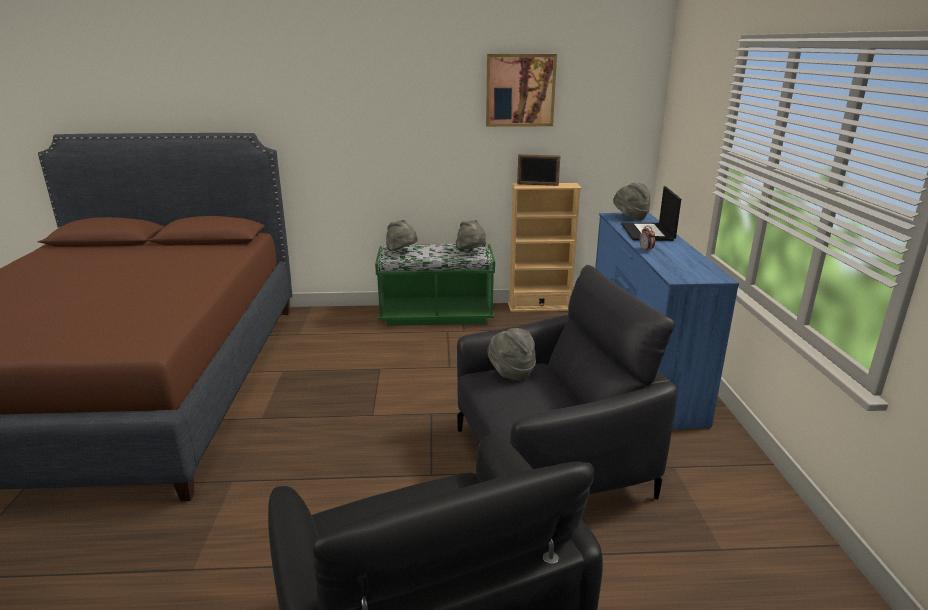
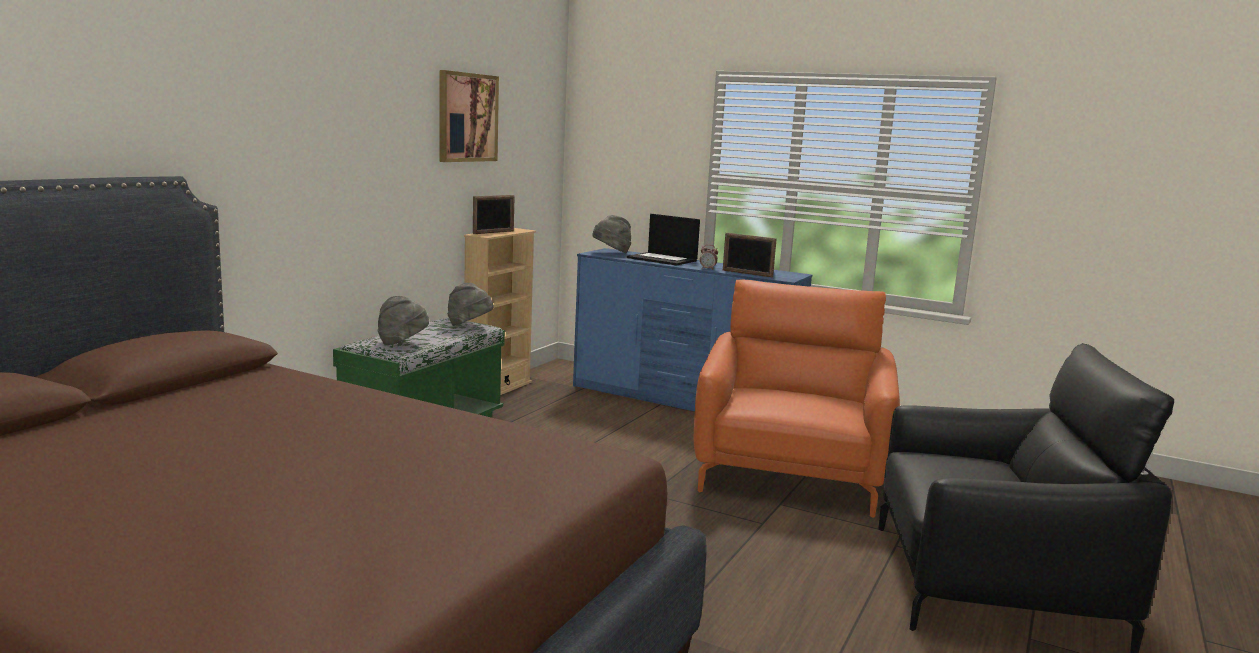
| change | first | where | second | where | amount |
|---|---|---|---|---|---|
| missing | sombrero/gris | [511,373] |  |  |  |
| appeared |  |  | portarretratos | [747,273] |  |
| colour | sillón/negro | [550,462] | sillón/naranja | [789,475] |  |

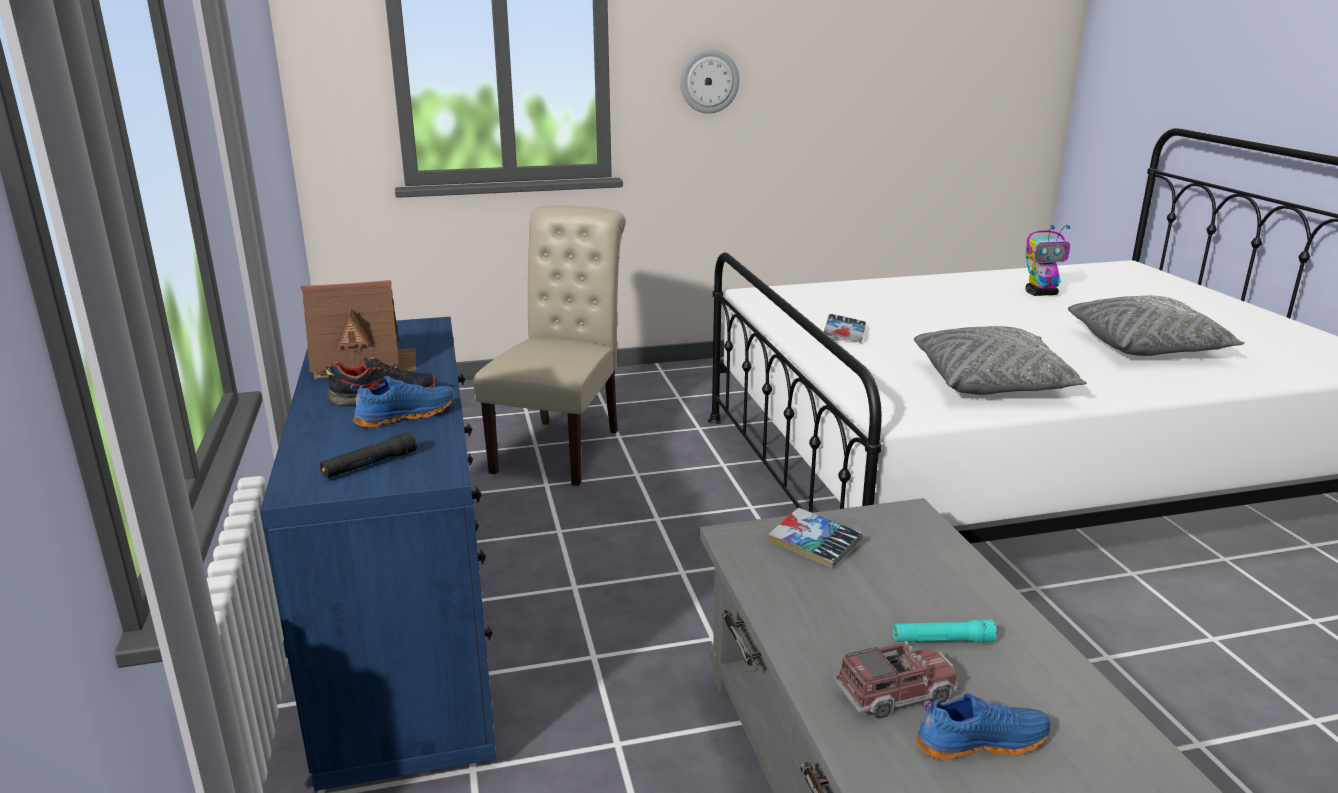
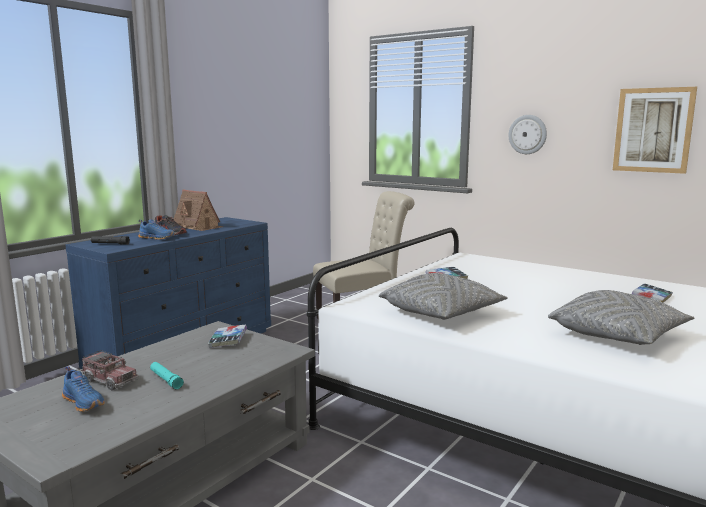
| change | first | where | second | where | amount |
|---|---|---|---|---|---|
| appeared |  |  | cuadro | [653,130] |  |
| exchanged | robot de juguete | [1041,293] | libro | [651,297] |  |

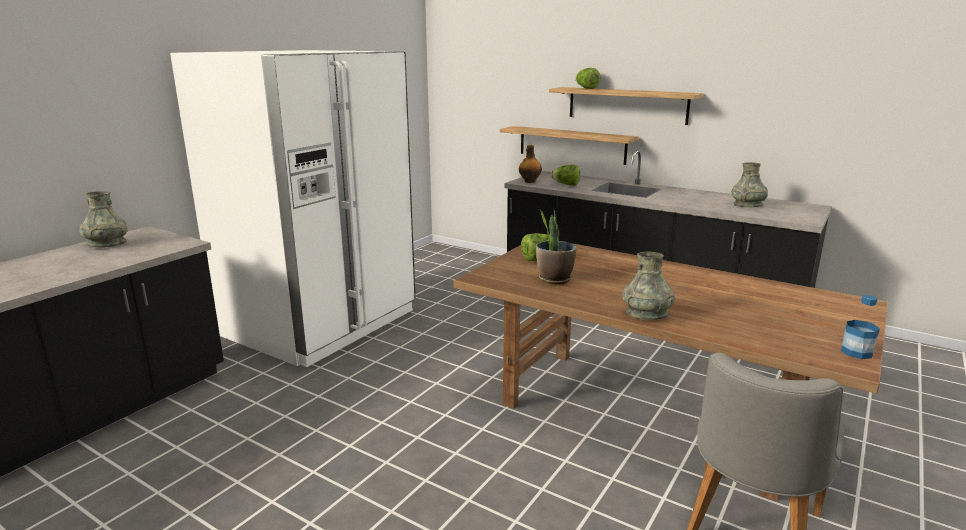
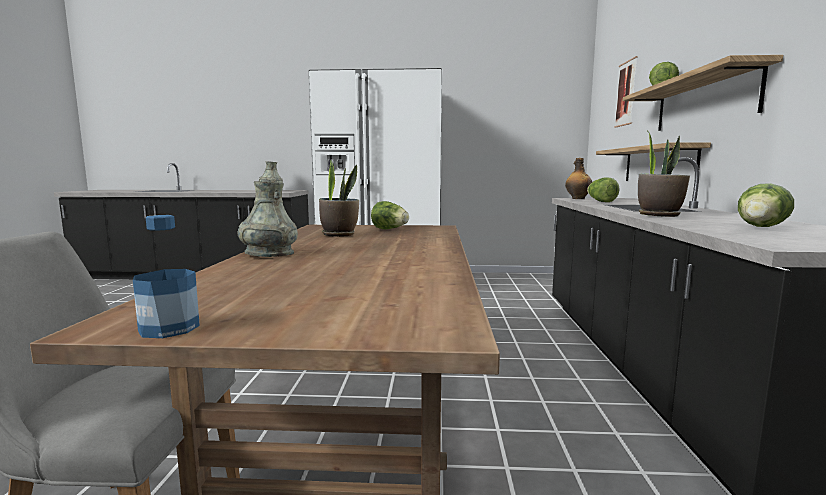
| change | first | where | second | where | amount |
|---|---|---|---|---|---|
| appeared |  |  | cuadro | [625,93] |  |
| appeared |  |  | planta en maceta | [659,215] |  |
| exchanged | florero/gris | [748,205] | lechuga | [760,227] |  |

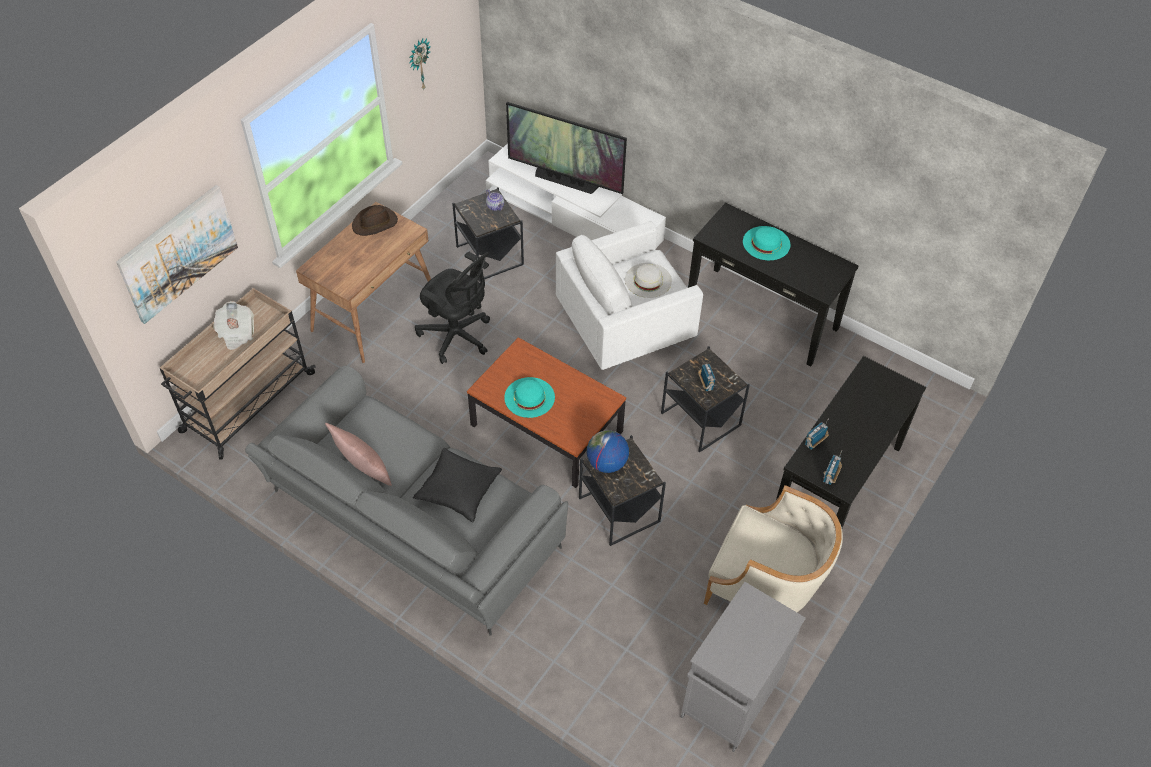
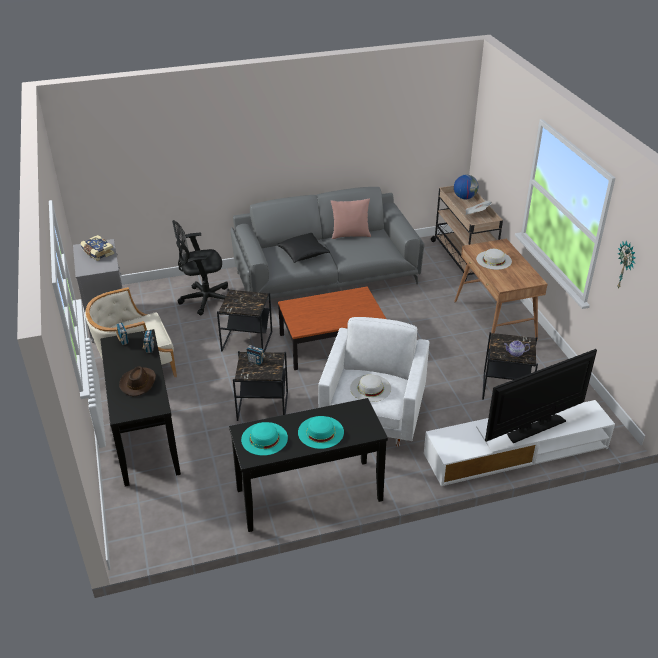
| change | first | where | second | where | amount |
|---|---|---|---|---|---|
| missing | cuadro | [178,253] |  |  |  |
| appeared |  |  | libro | [97,253] |  |
| appeared |  |  | sombrero/blanco | [494,260] |  |
| relocated | sombrero/marrón | [375,223] |  | [138,382] |  |
| relocated | silla de oficina/negro | [457,336] |  | [204,300] |  |
| relocated | sombrero/turquesa | [529,397] |  | [264,438] |  |
| relocated | globo terráqueo | [606,463] |  | [464,197] |  |

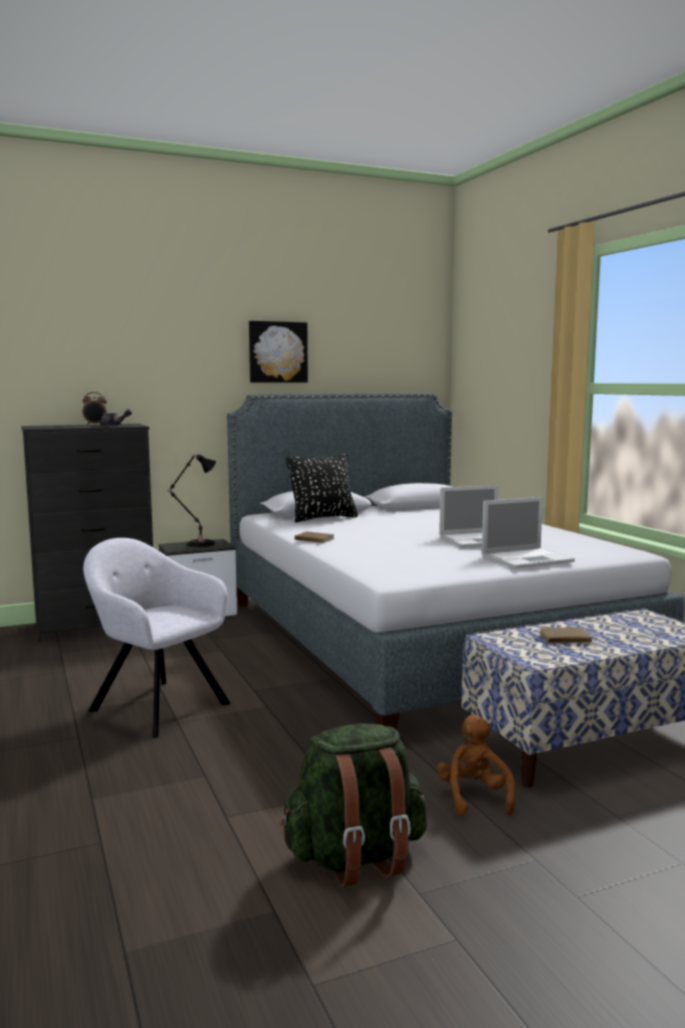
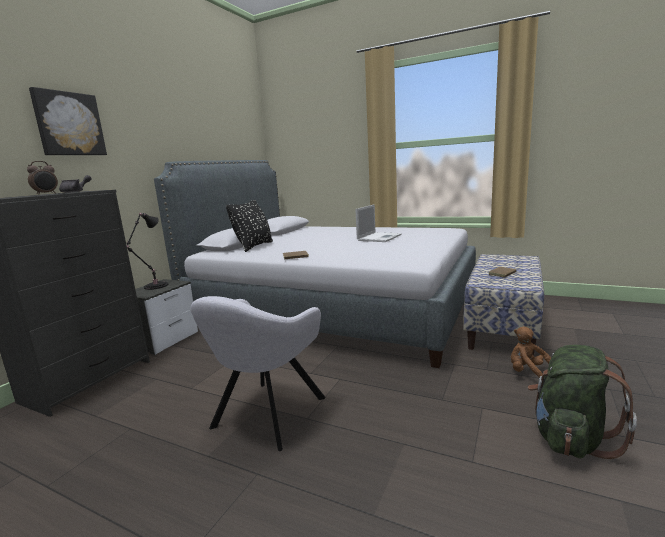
| change | first | where | second | where | amount |
|---|---|---|---|---|---|
| missing | portátil | [528,559] |  |  |  |
| relocated | cuadro | [277,352] |  | [69,124] |  |
| spun | sillón/gris | [156,705] |  | [266,415] | 60 degrees counterclockwise |

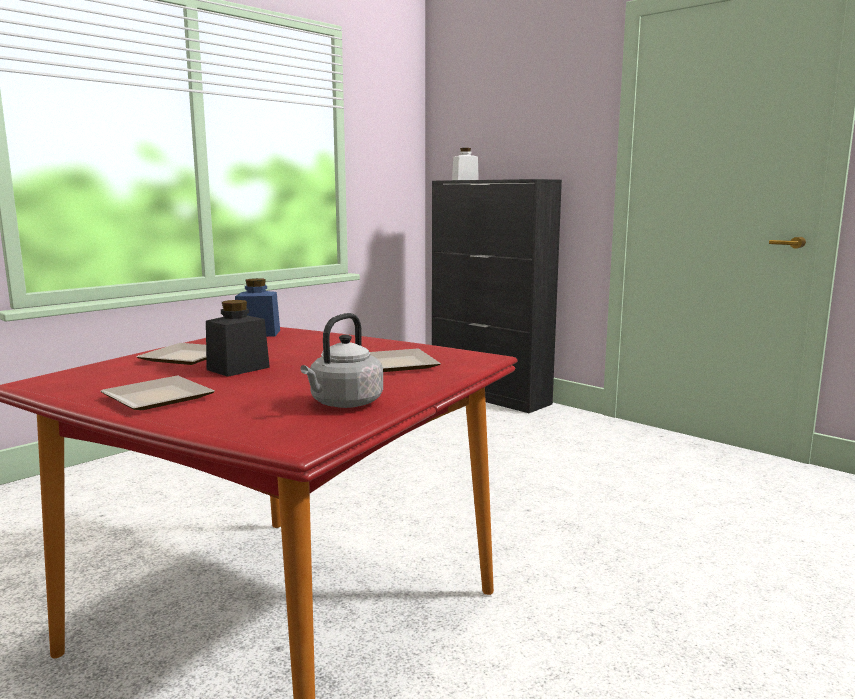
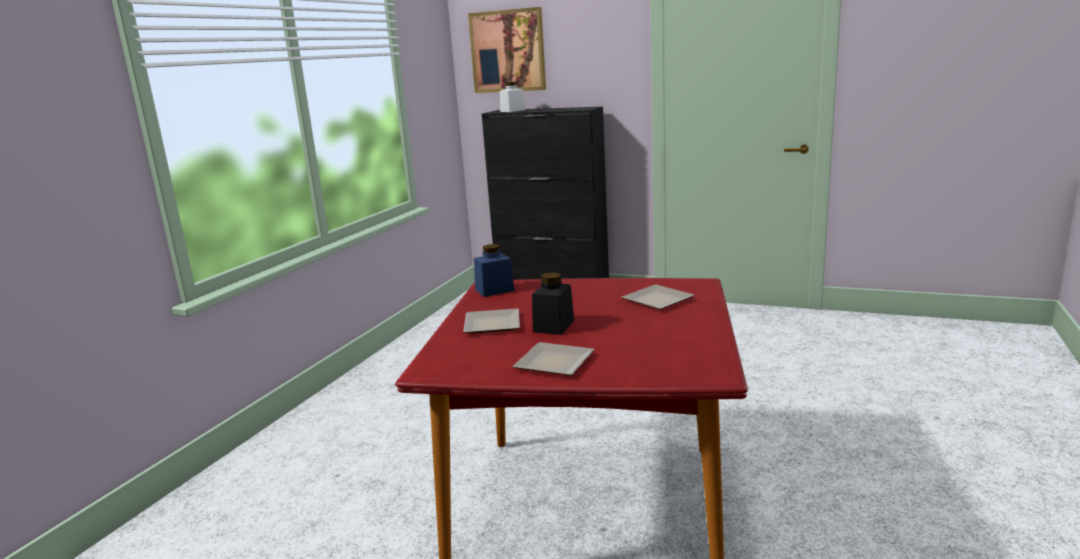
| change | first | where | second | where | amount |
|---|---|---|---|---|---|
| missing | hervidor/gris | [344,404] |  |  |  |
| appeared |  |  | cuadro | [508,51] |  |

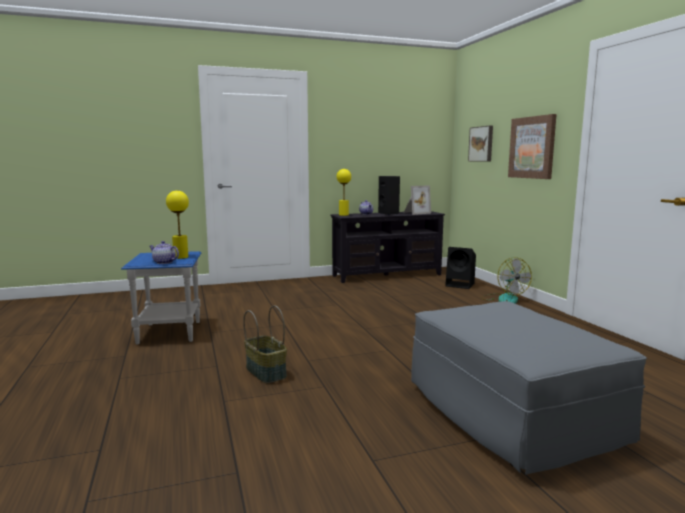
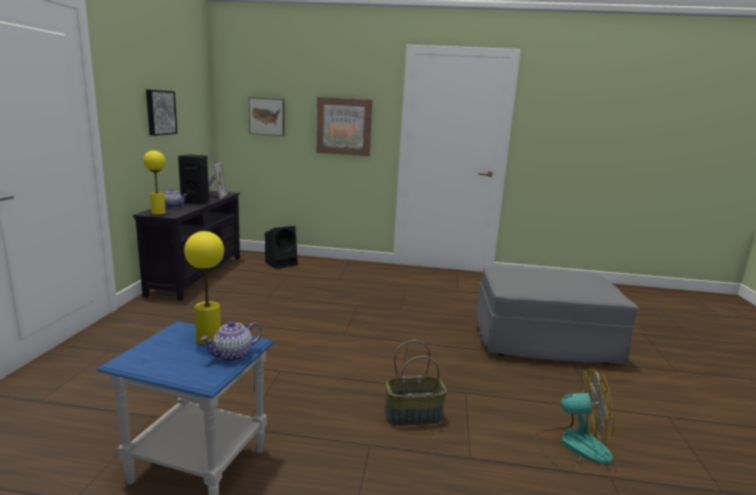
| change | first | where | second | where | amount |
|---|---|---|---|---|---|
| appeared |  |  | cuadro | [160,112] |  |
| relocated | ventilador | [504,299] |  | [573,446] |  |

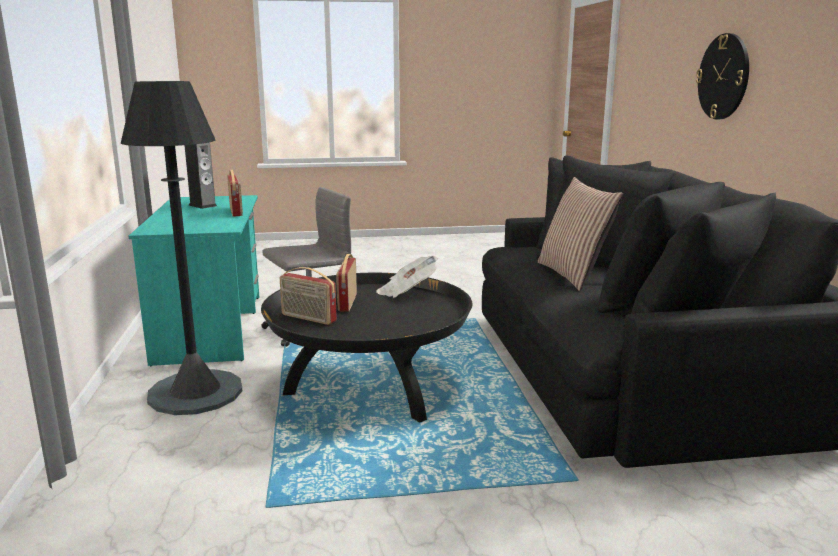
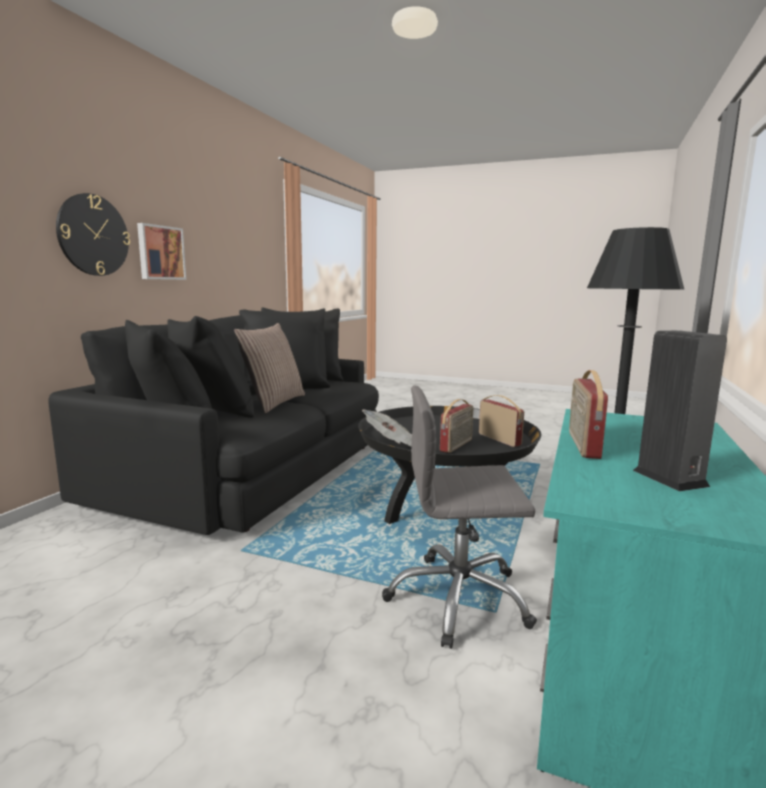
| change | first | where | second | where | amount |
|---|---|---|---|---|---|
| appeared |  |  | cuadro | [160,253] |  |

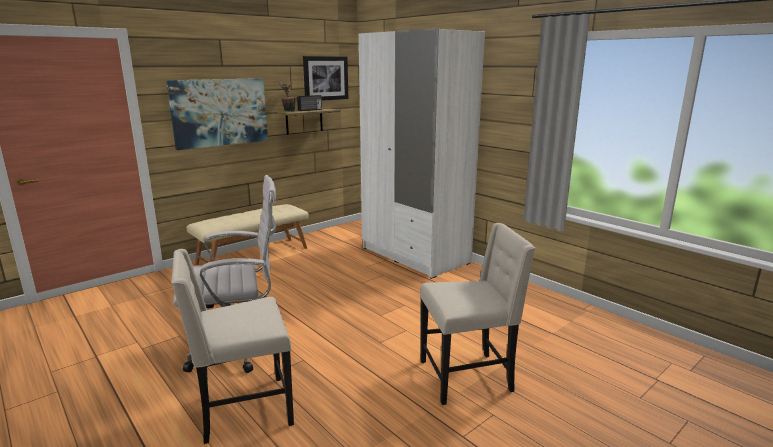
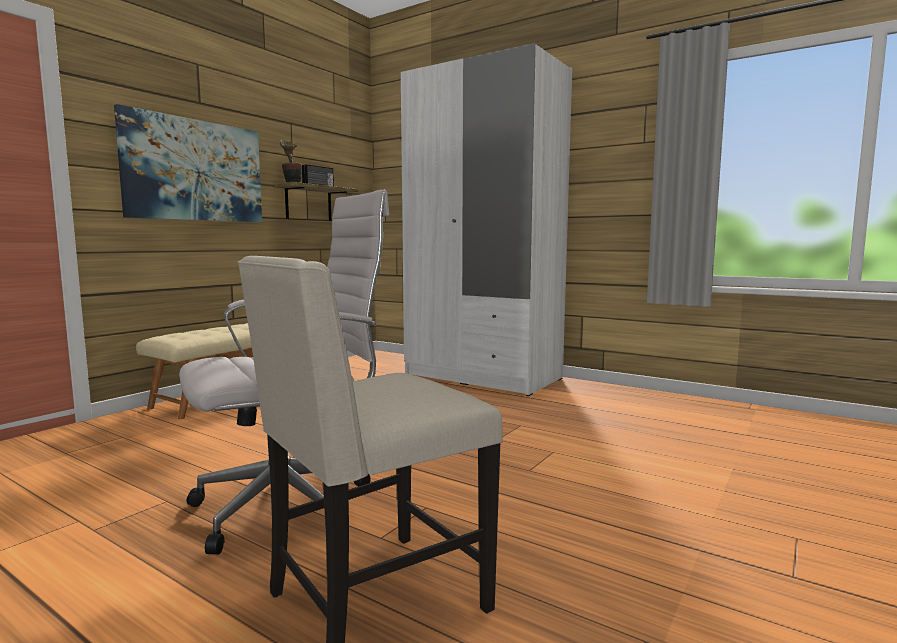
| change | first | where | second | where | amount |
|---|---|---|---|---|---|
| missing | cuadro | [325,78] |  |  |  |
| missing | silla/beis | [467,377] |  |  |  |

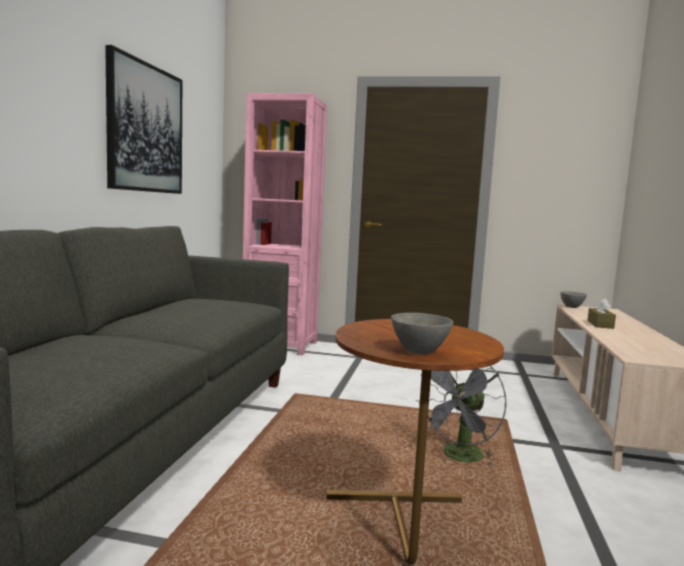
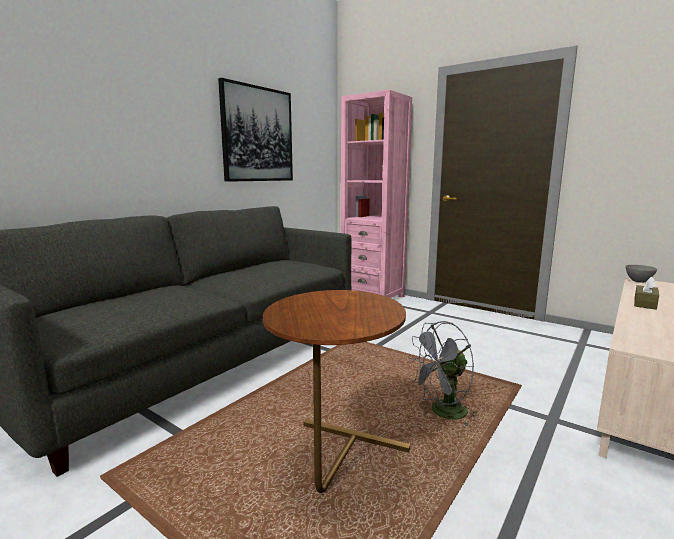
| change | first | where | second | where | amount |
|---|---|---|---|---|---|
| missing | cuenco/gris | [419,352] |  |  |  |

